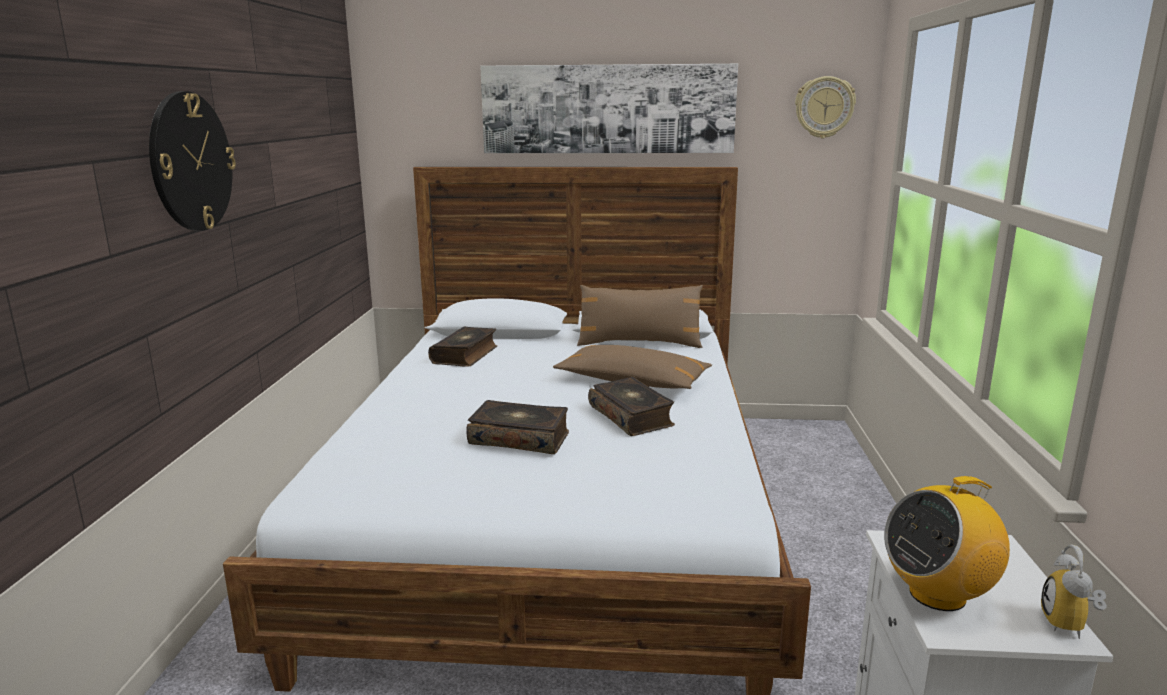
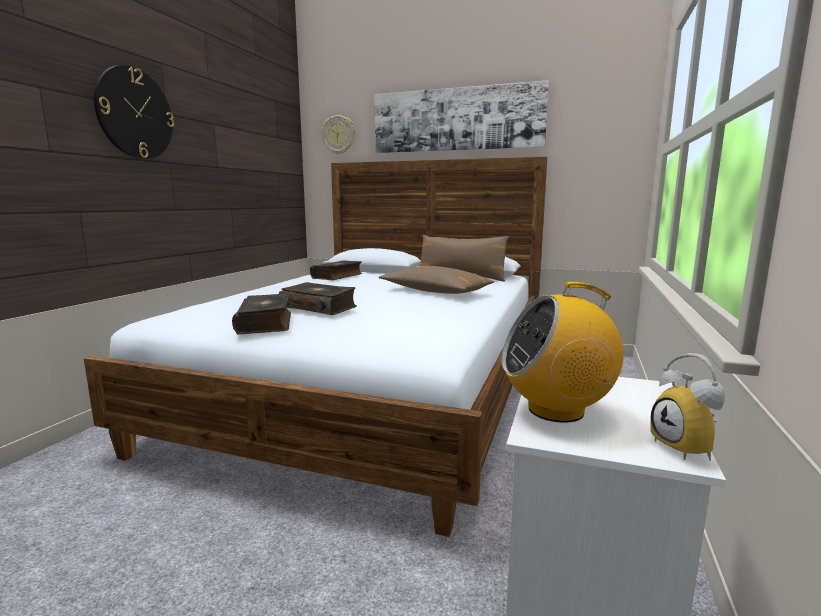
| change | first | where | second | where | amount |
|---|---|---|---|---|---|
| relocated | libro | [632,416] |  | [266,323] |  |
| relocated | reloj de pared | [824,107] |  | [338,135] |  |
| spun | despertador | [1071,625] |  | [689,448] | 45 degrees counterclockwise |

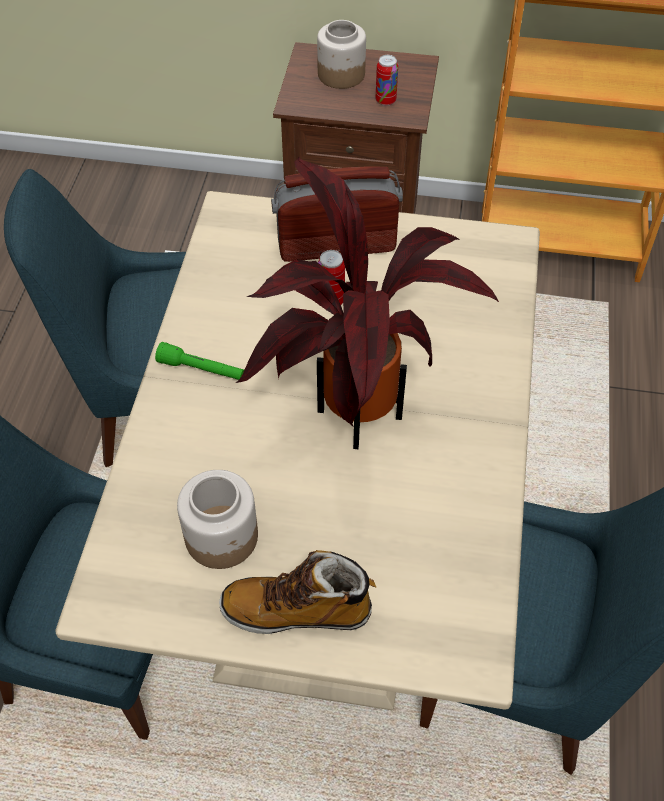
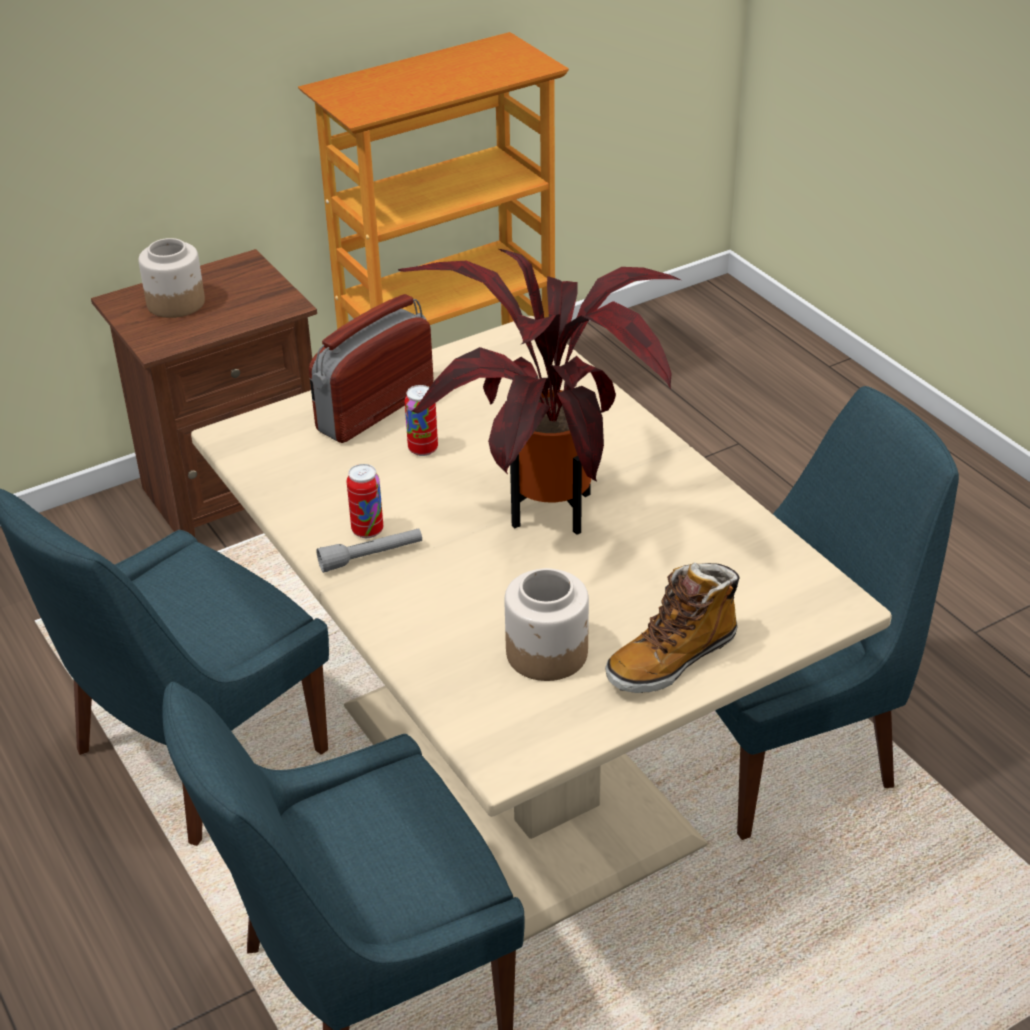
| change | first | where | second | where | amount |
|---|---|---|---|---|---|
| relocated | lata | [385,101] |  | [367,530] |  |
| colour | linterna/verde | [201,370] | linterna/gris | [371,557] |  |

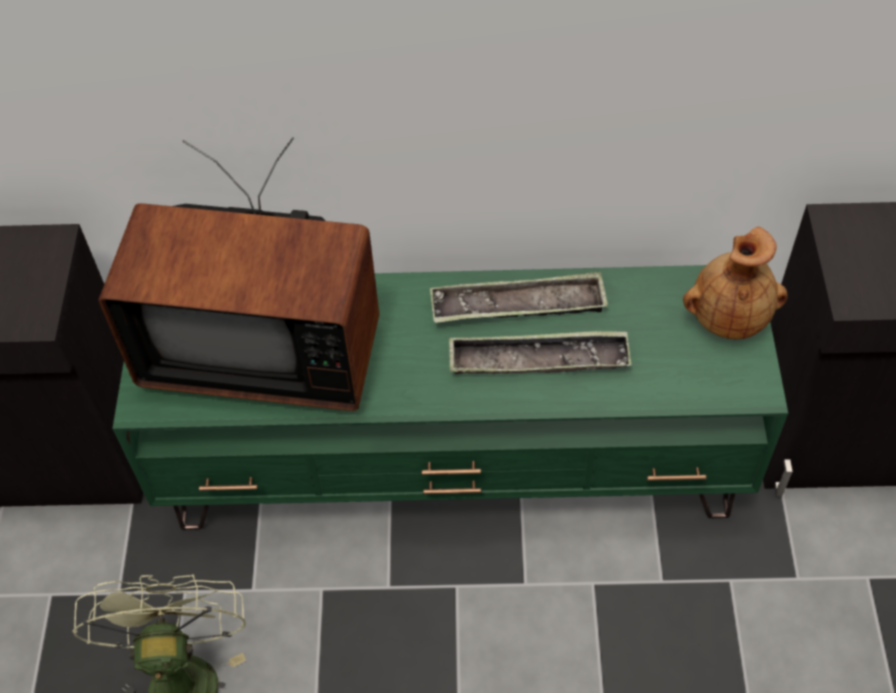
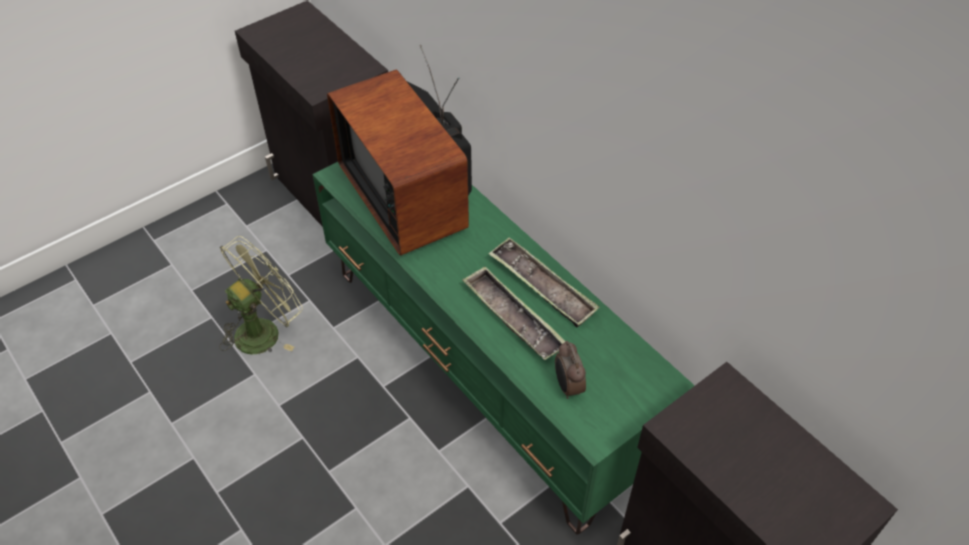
| change | first | where | second | where | amount |
|---|---|---|---|---|---|
| missing | florero/marrón | [728,317] |  |  |  |
| appeared |  |  | despertador | [567,387] |  |

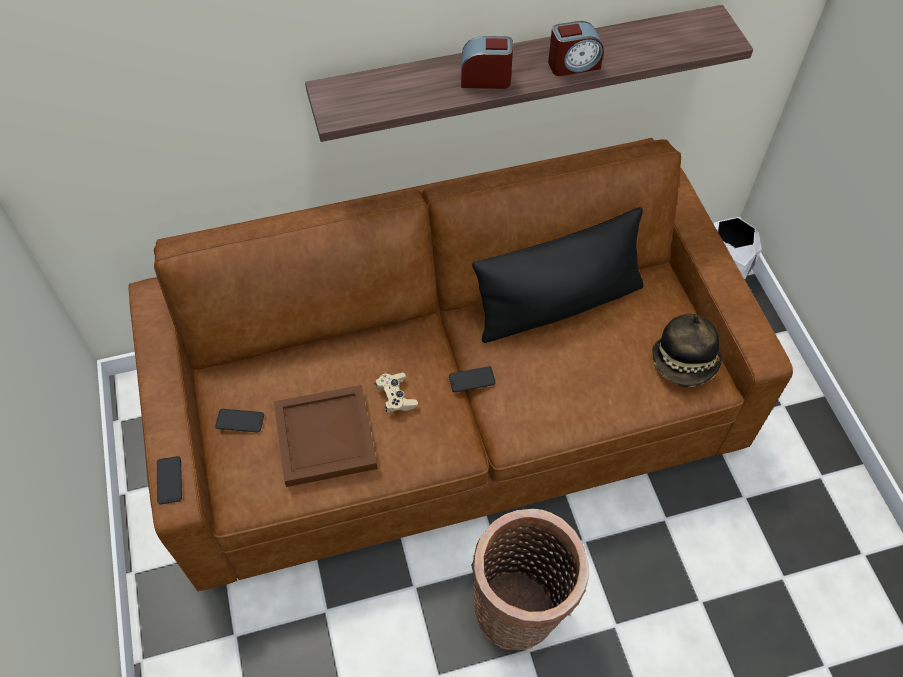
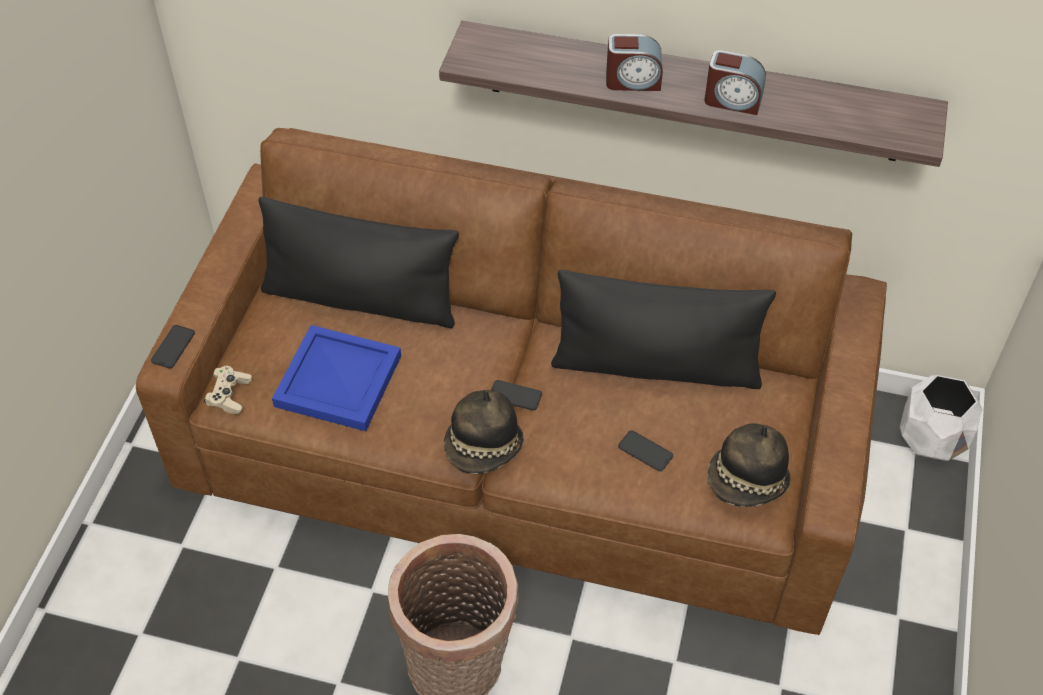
| change | first | where | second | where | amount |
|---|---|---|---|---|---|
| appeared |  |  | cojín/negro | [361,299] |  |
| appeared |  |  | sombrero | [484,448] |  |
| relocated | móvil | [240,421] |  | [645,451] |  |
| relocated | mando de consola/beis | [396,397] |  | [229,395] |  |
| colour | bandeja/marrón | [324,436] | bandeja/azul | [337,379] |  |
| spun | despertador | [486,79] |  | [633,81] | 150 degrees clockwise |

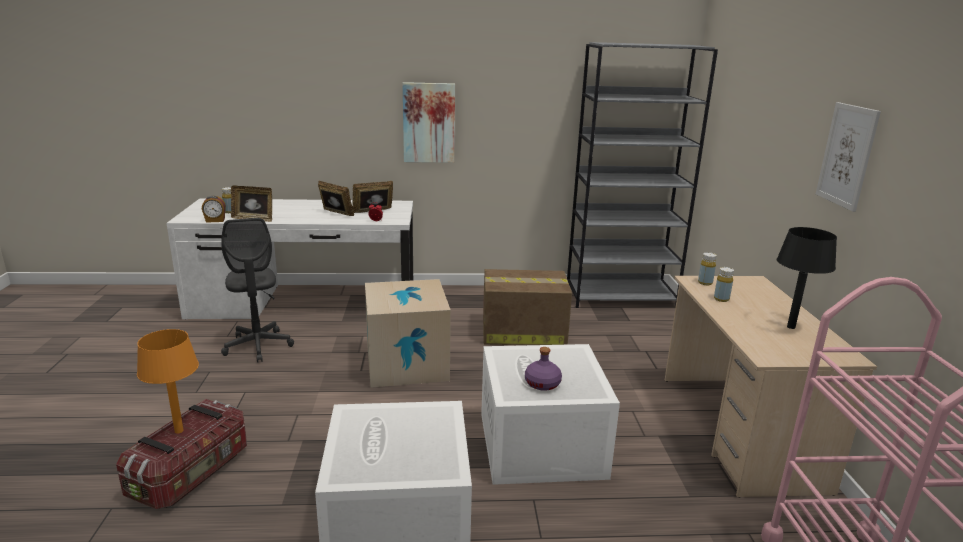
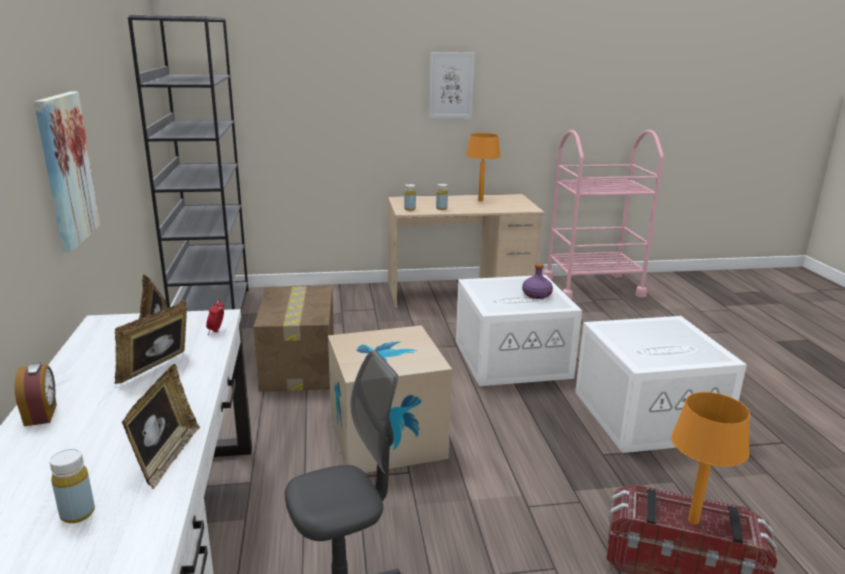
| change | first | where | second | where | amount |
|---|---|---|---|---|---|
| relocated | despertador | [215,220] |  | [42,415] |  |
| colour | lámpara de mesa/negro | [791,327] | lámpara de mesa/naranja | [480,200] |  |

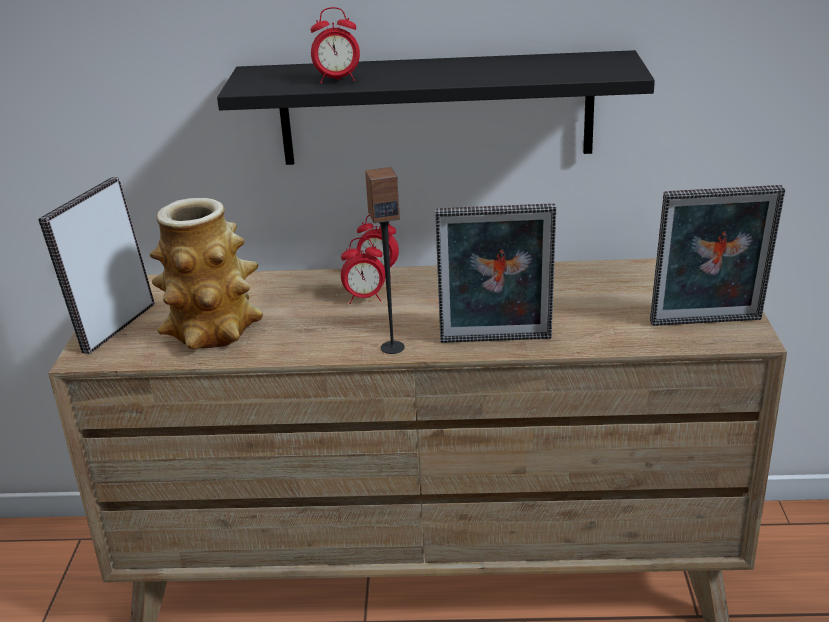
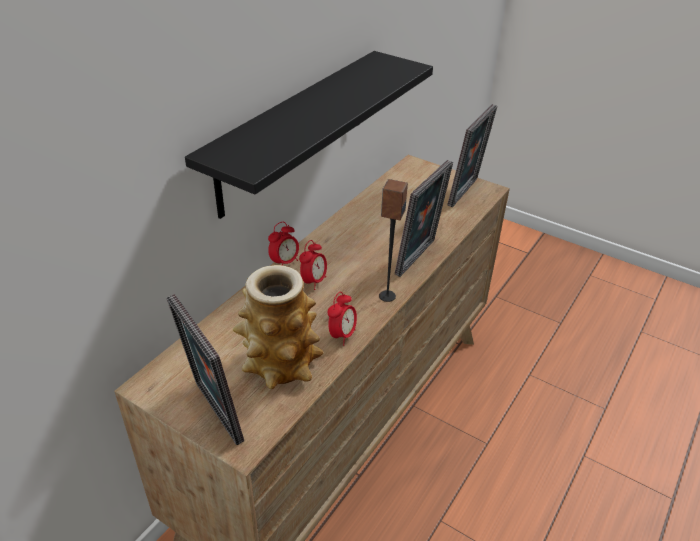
| change | first | where | second | where | amount |
|---|---|---|---|---|---|
| relocated | despertador | [337,80] |  | [342,335] |  |

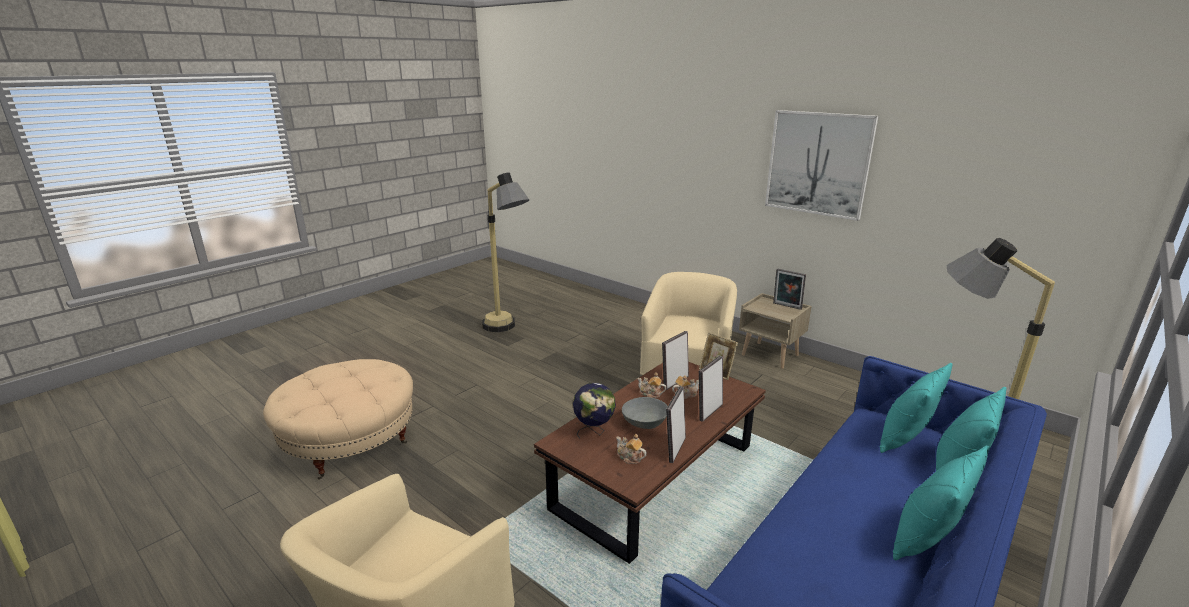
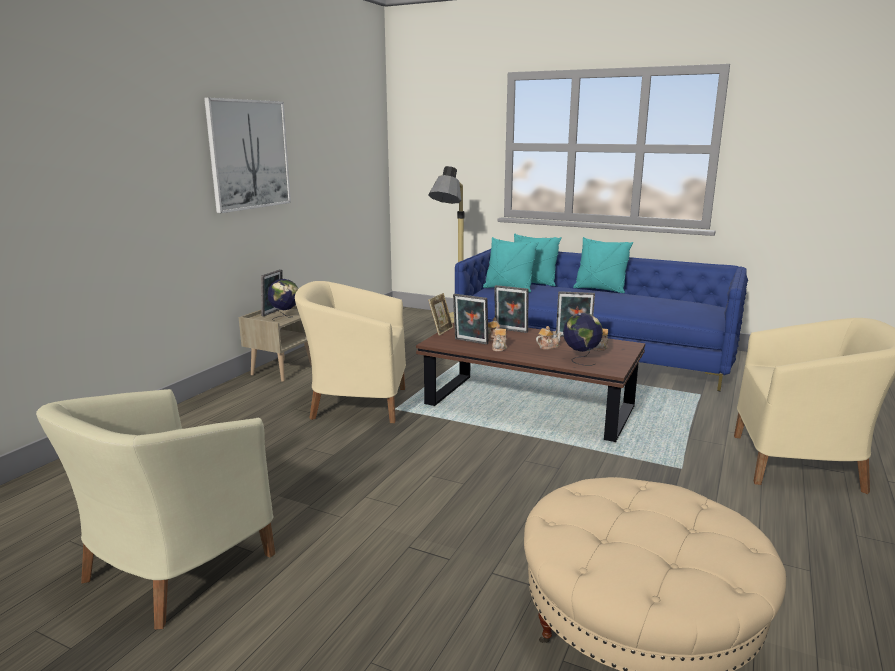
| change | first | where | second | where | amount |
|---|---|---|---|---|---|
| appeared |  |  | globo terráqueo | [285,318] |  |
| exchanged | lámpara de pie | [508,330] | sillón/beis | [173,568] |  |
| exchanged | cuenco/gris | [645,422] | tetera | [548,346] |  |

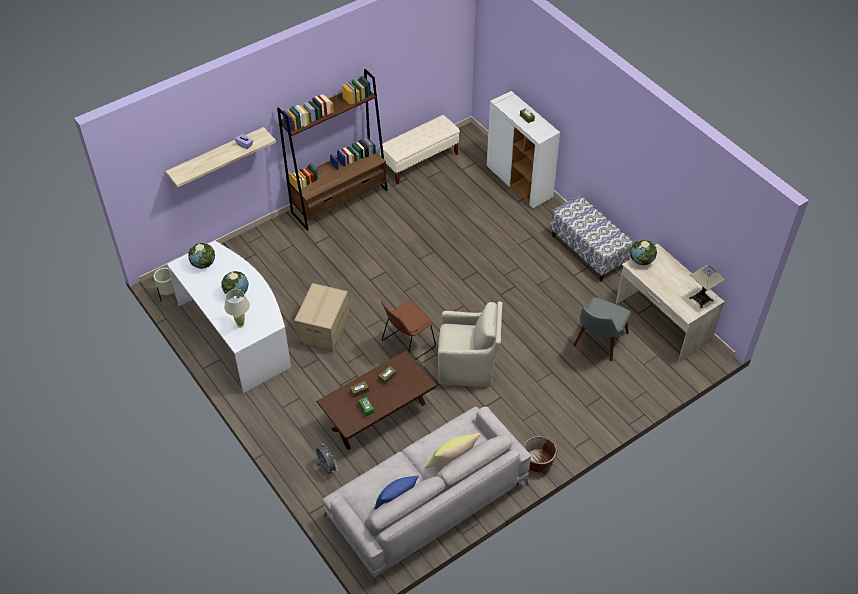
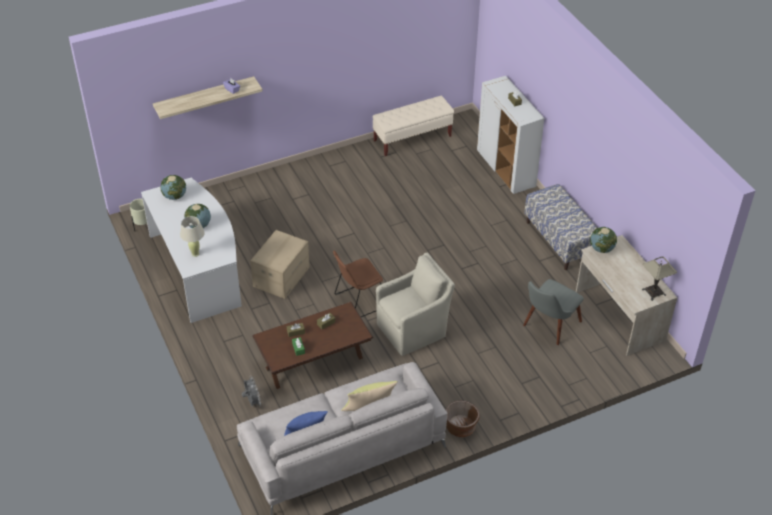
| change | first | where | second | where | amount |
|---|---|---|---|---|---|
| missing | estantería/marrón | [340,201] |  |  |  |
| spun | sillón/beis | [468,366] |  | [413,330] | 45 degrees counterclockwise |

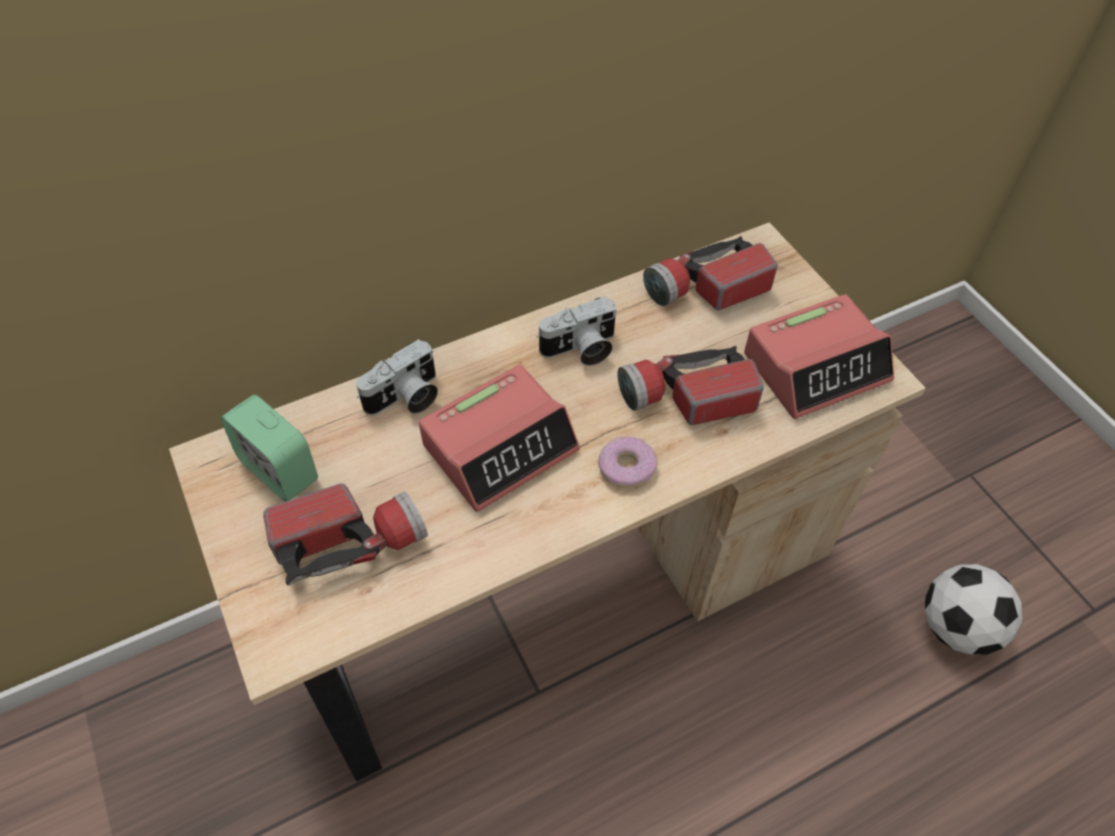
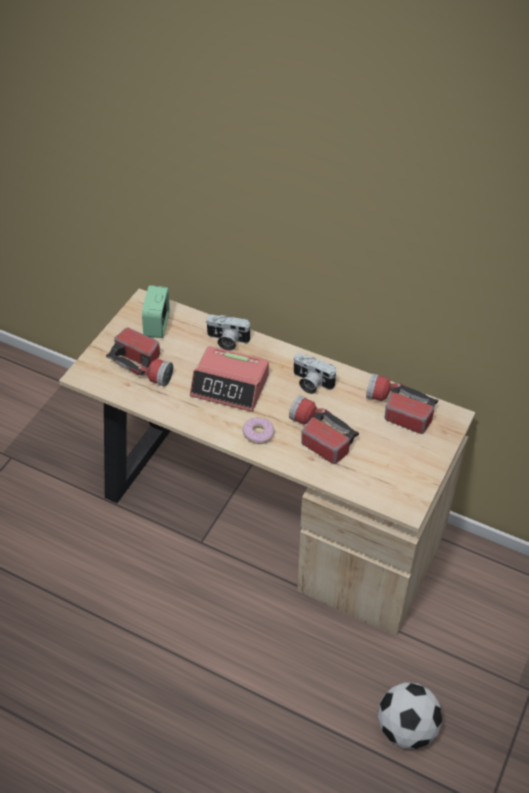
| change | first | where | second | where | amount |
|---|---|---|---|---|---|
| missing | despertador | [816,367] |  |  |  |

